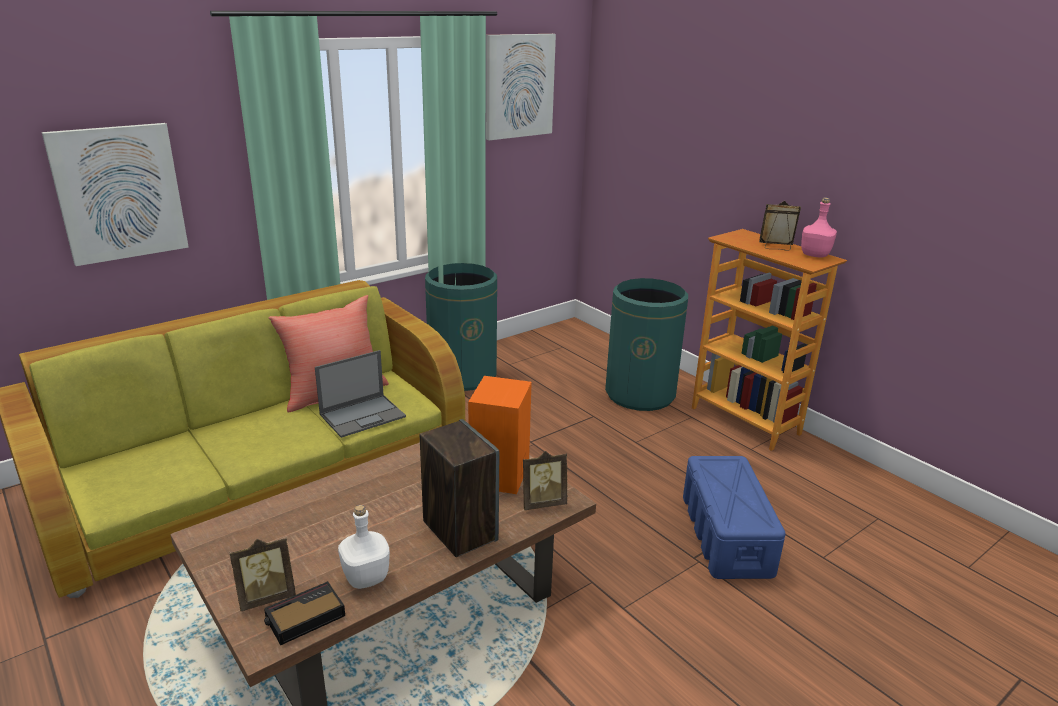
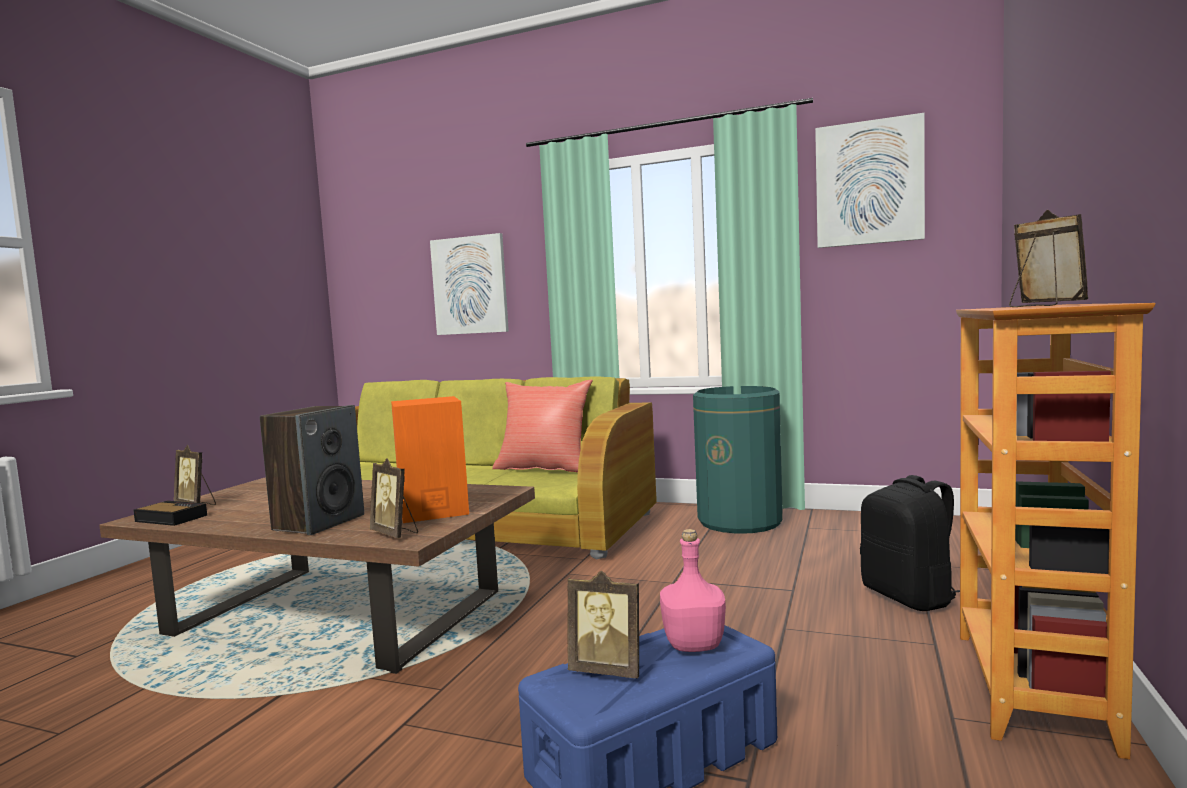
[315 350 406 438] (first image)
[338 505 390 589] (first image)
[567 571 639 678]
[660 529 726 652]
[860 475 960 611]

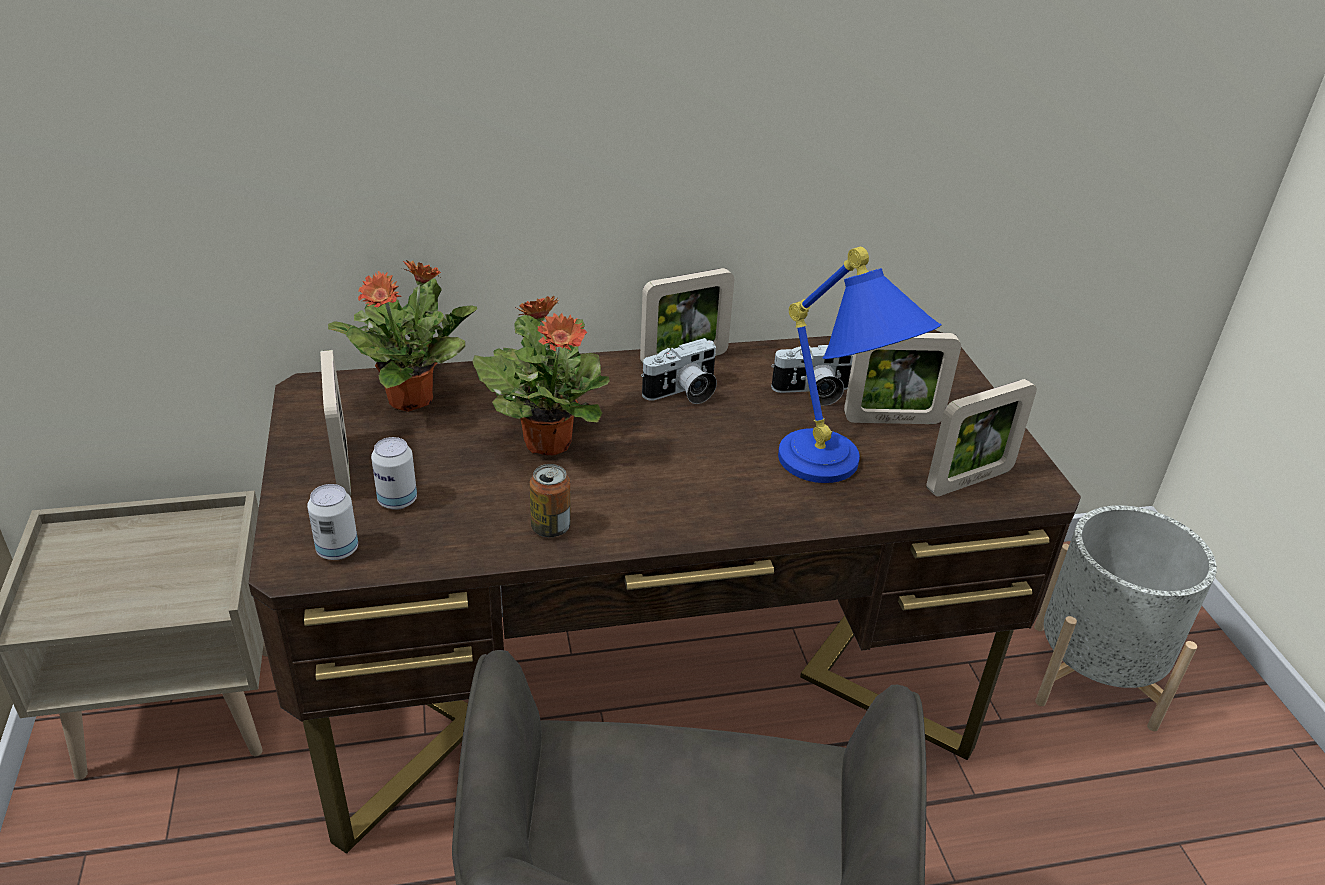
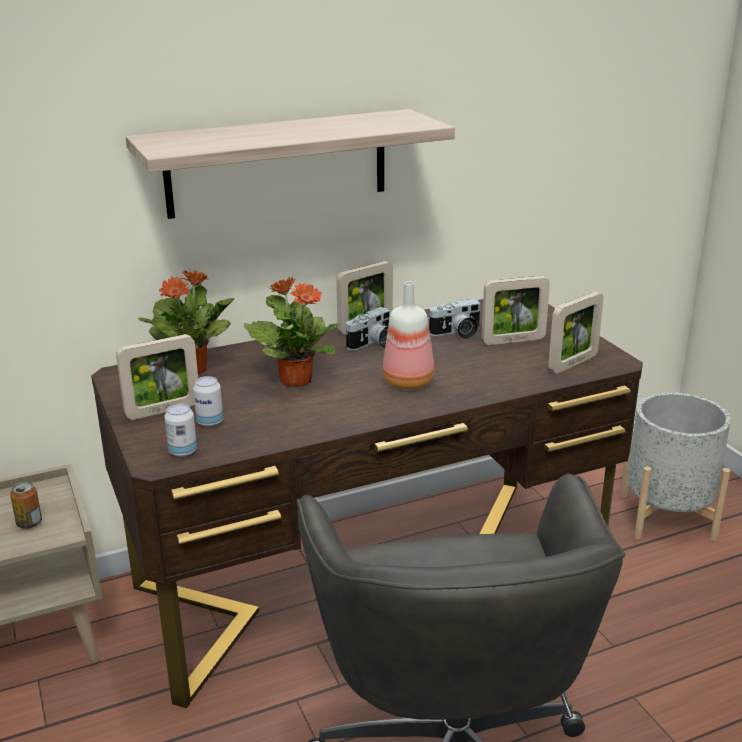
[778 247 942 483] (first image)
[126 109 455 219]
[382 281 435 389]
[10 481 42 529]
[116 334 198 420]

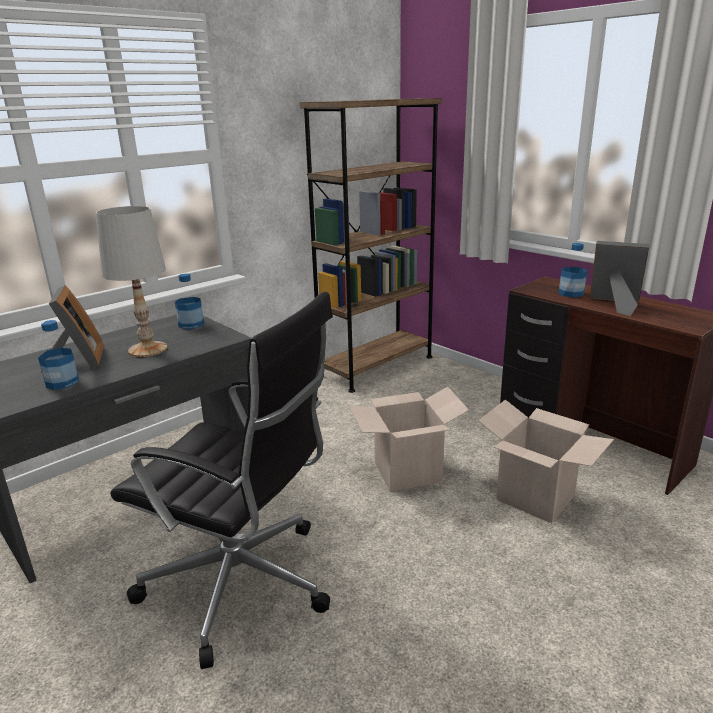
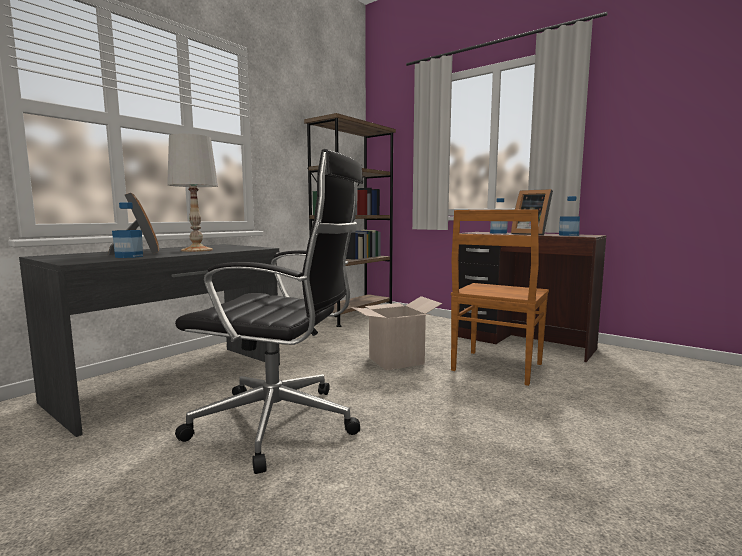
[559 196 580 236]
[451 209 549 386]
[511 189 553 235]

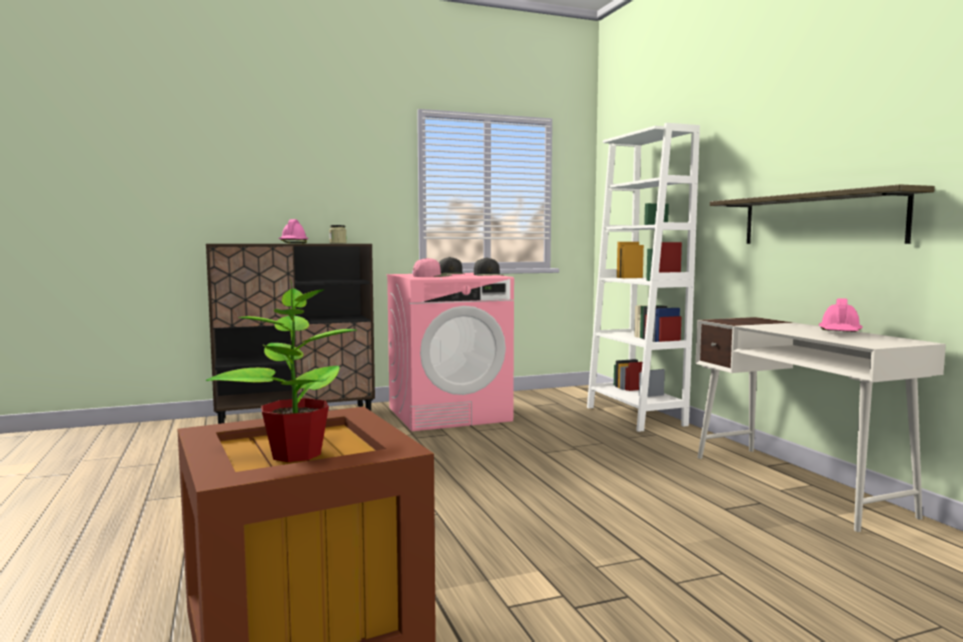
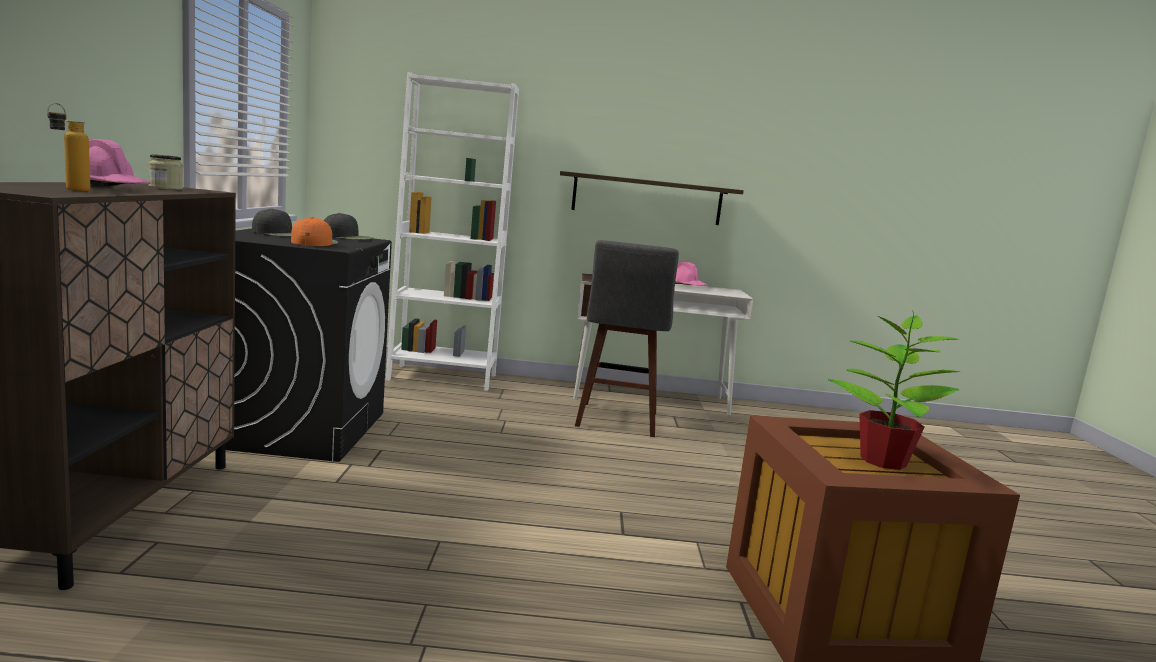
[47 103 90 191]
[575 240 679 437]
[225 228 392 462]
[291 217 338 246]

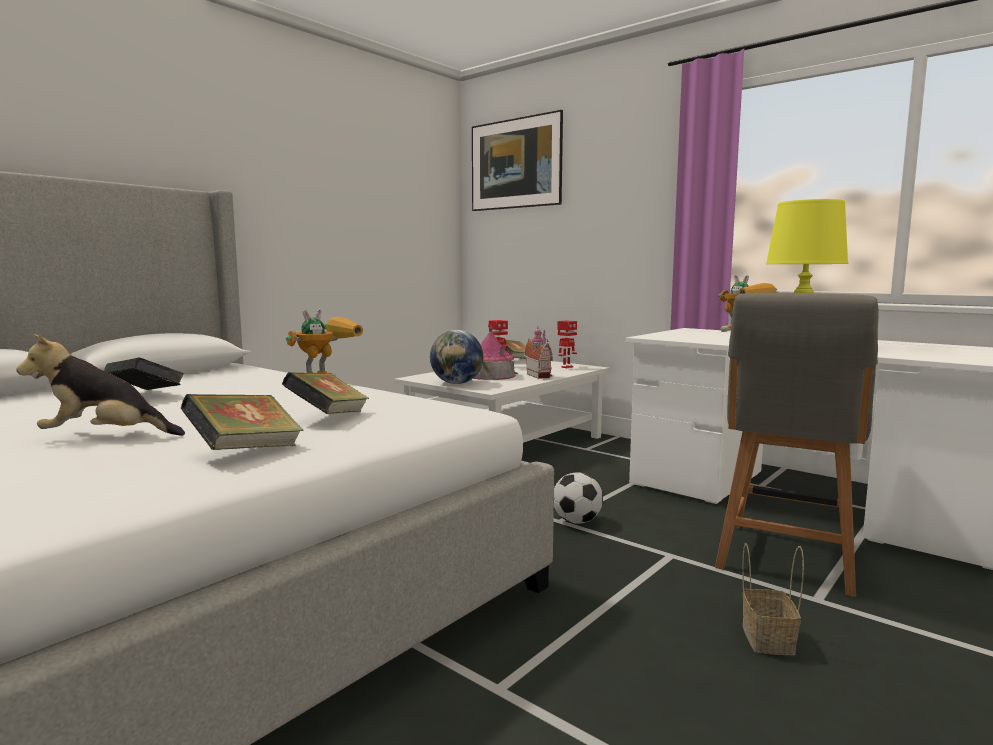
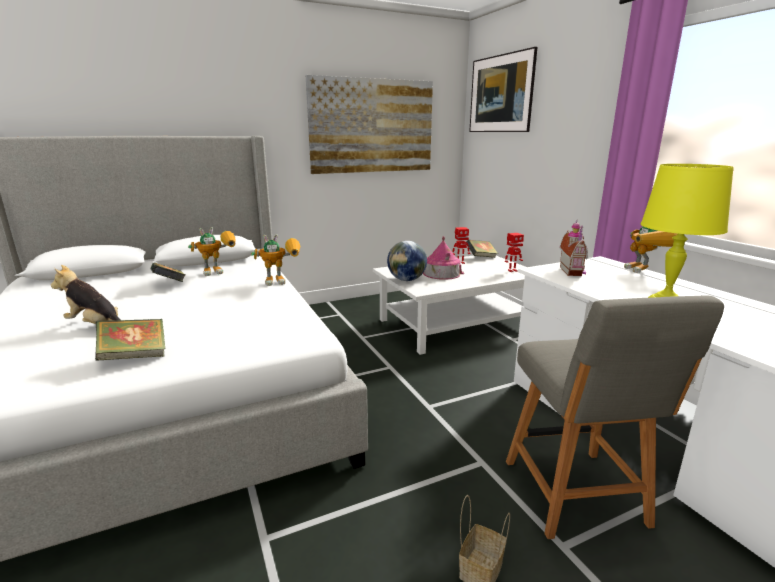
[282 372 369 414] (first image)
[554 472 603 524] (first image)
[188 227 235 276]
[306 75 433 174]
[559 221 588 276]
[506 296 724 539]

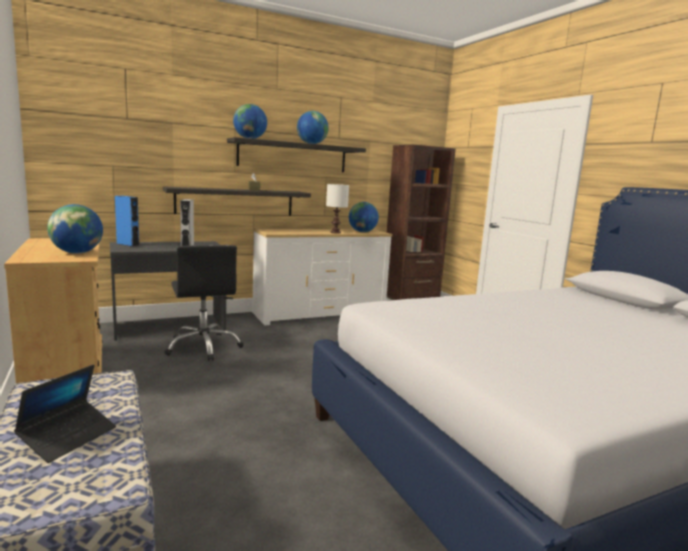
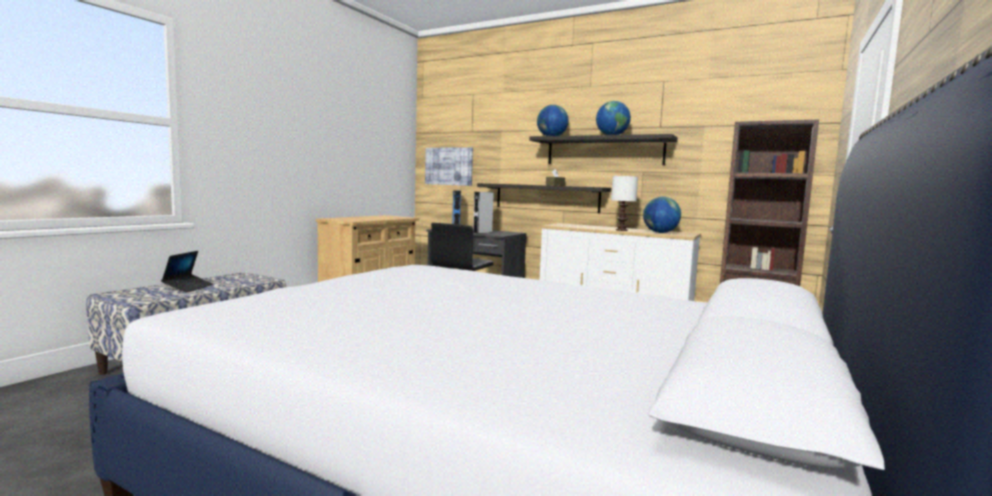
[47 204 103 254] (first image)
[425 147 473 186]
[161 251 213 293]

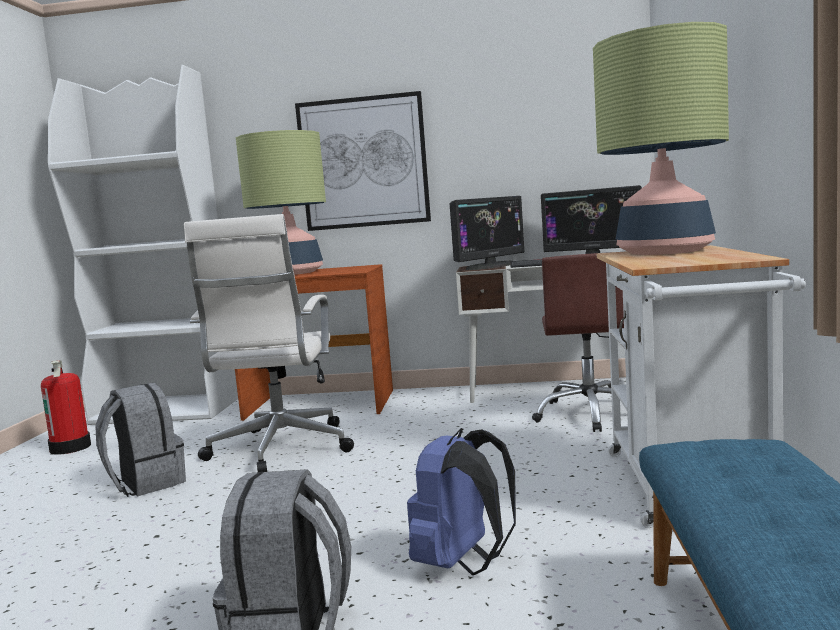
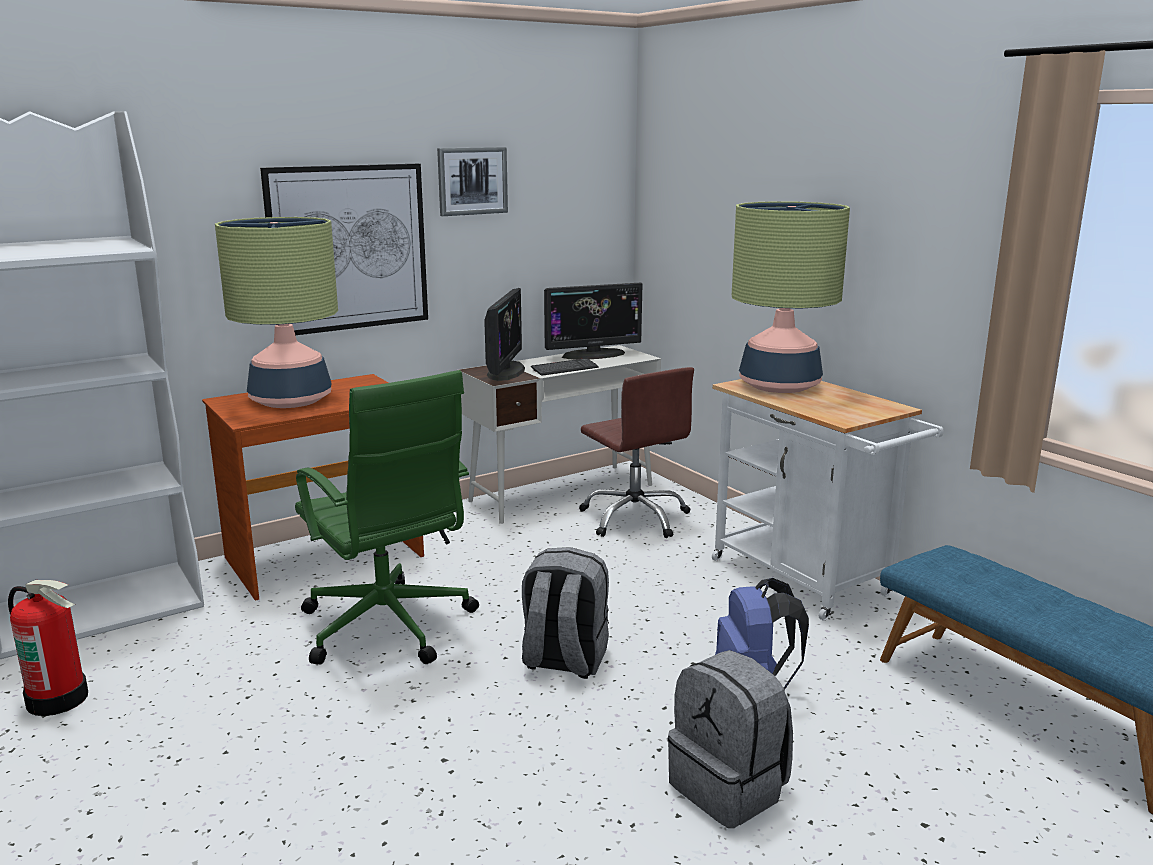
[437 147 508 216]
[522 547 609 679]
[295 370 479 665]

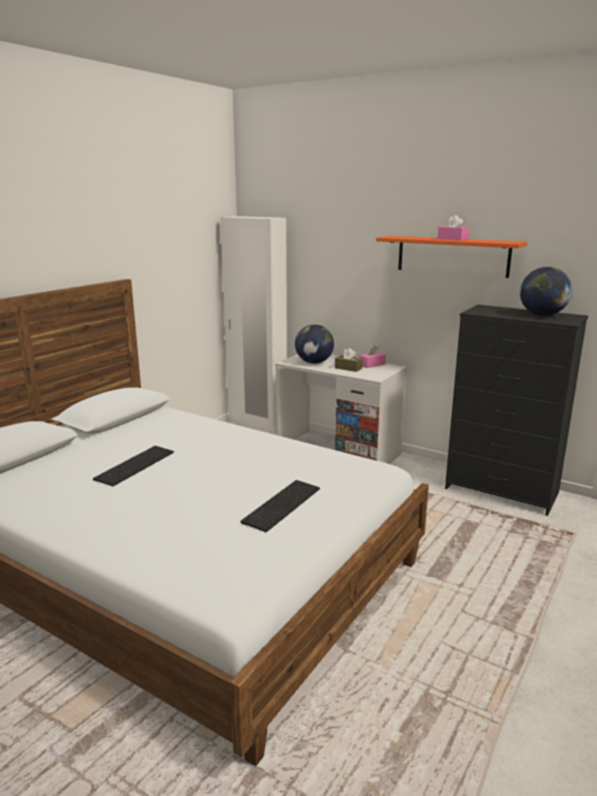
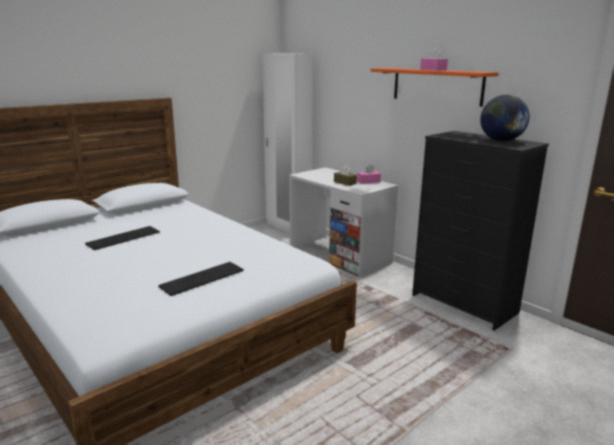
[295 324 334 364] (first image)

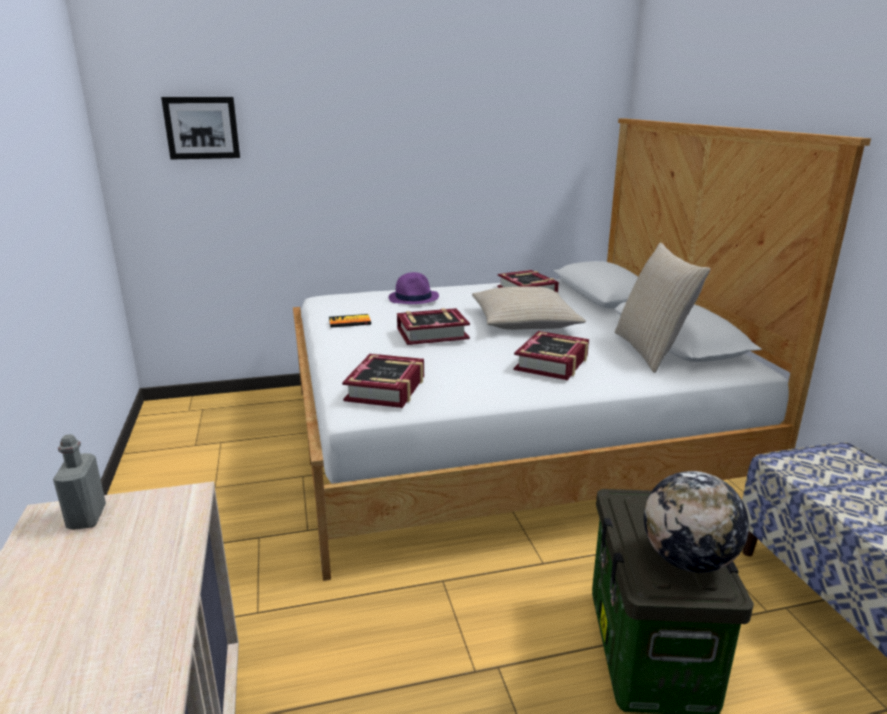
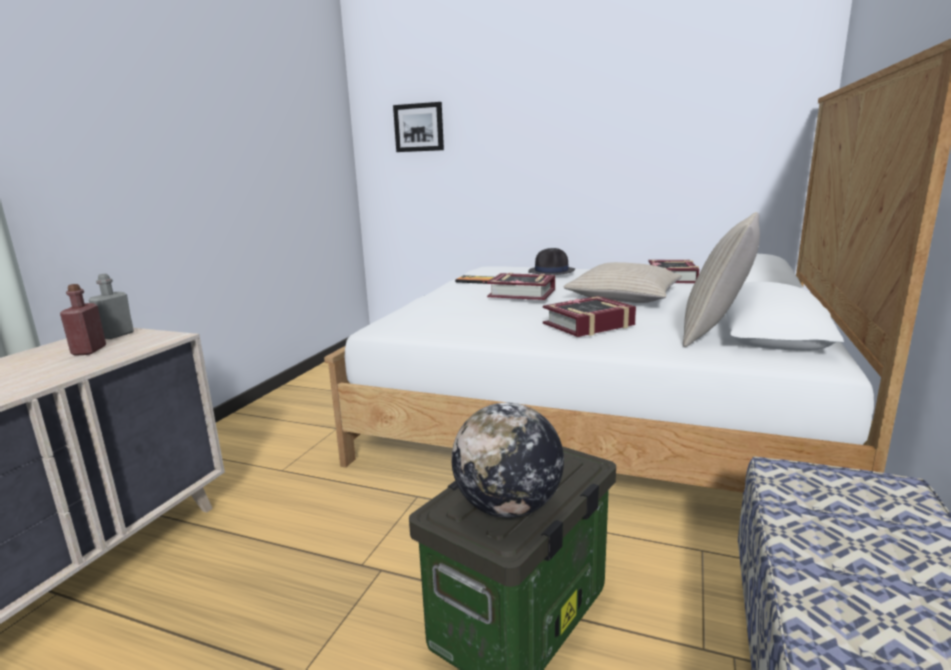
[342 354 424 408] (first image)
[60 284 106 356]
[528 248 575 275]

